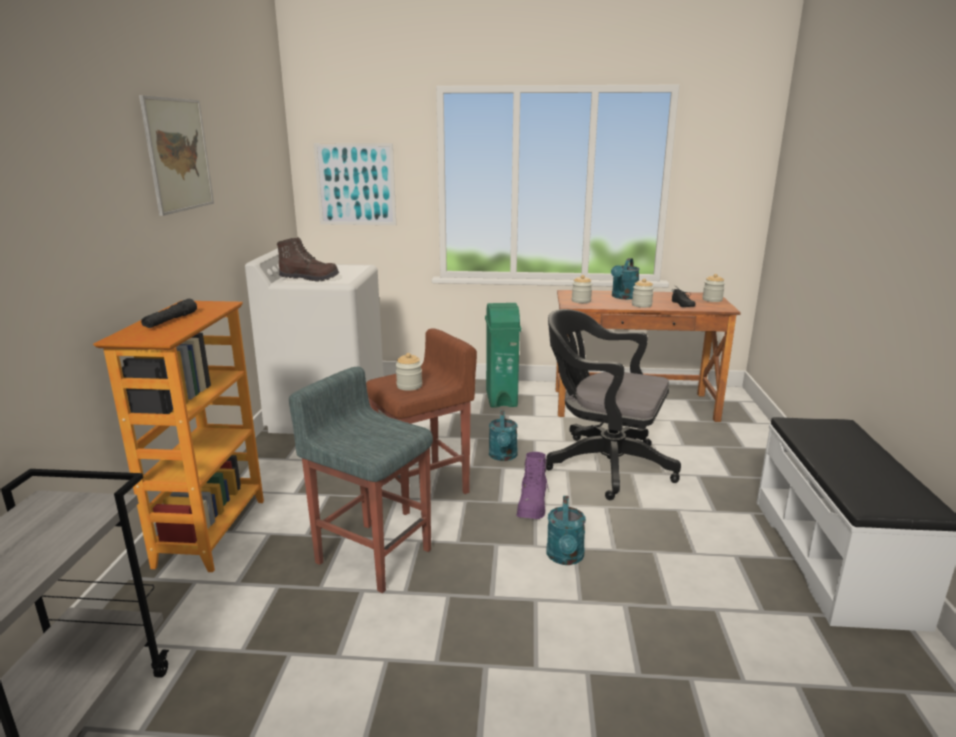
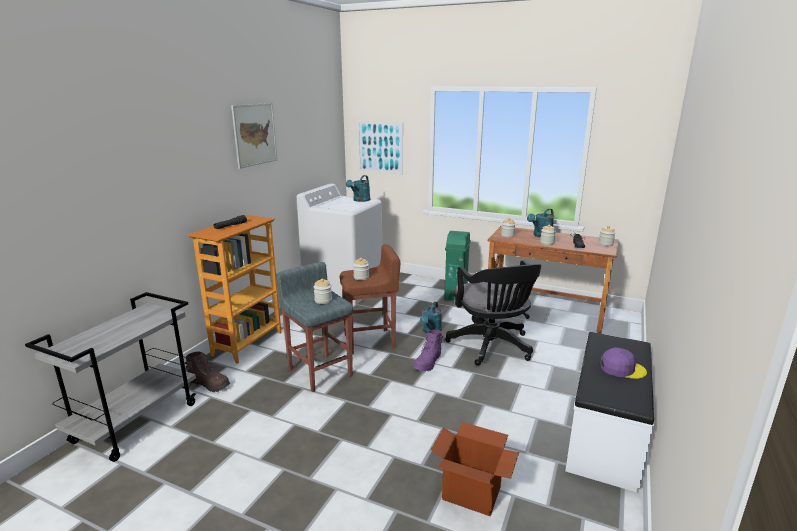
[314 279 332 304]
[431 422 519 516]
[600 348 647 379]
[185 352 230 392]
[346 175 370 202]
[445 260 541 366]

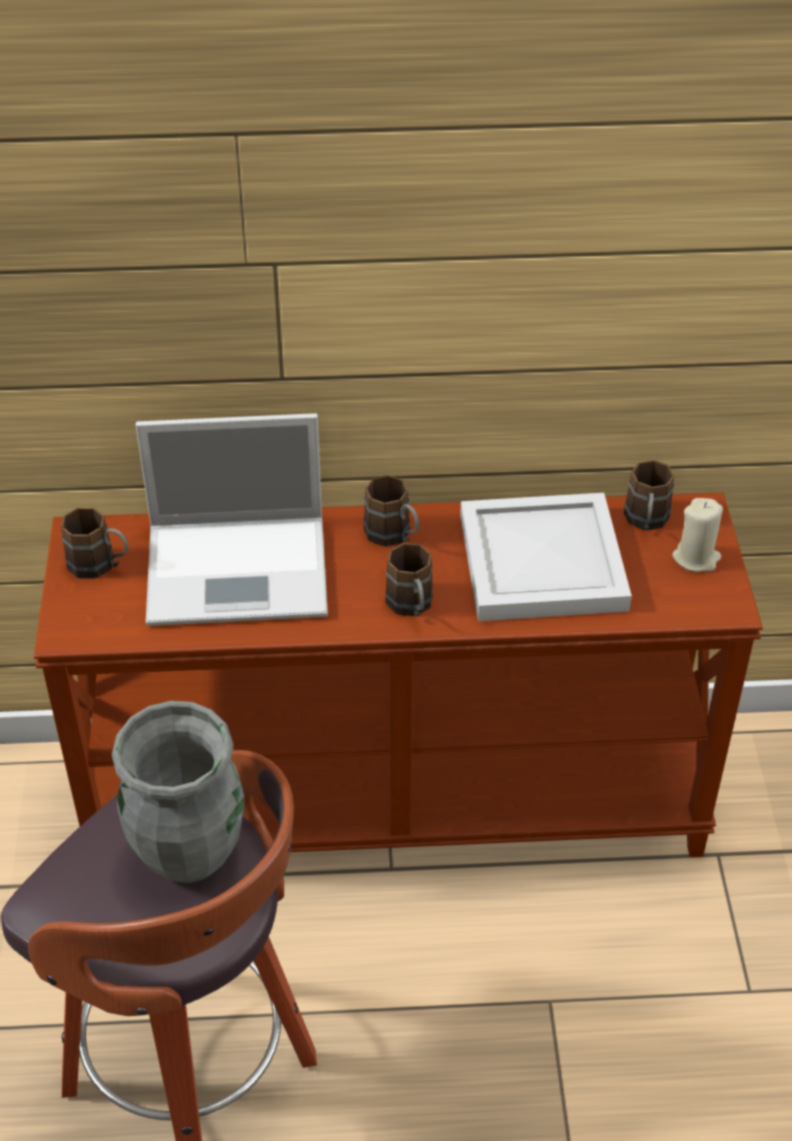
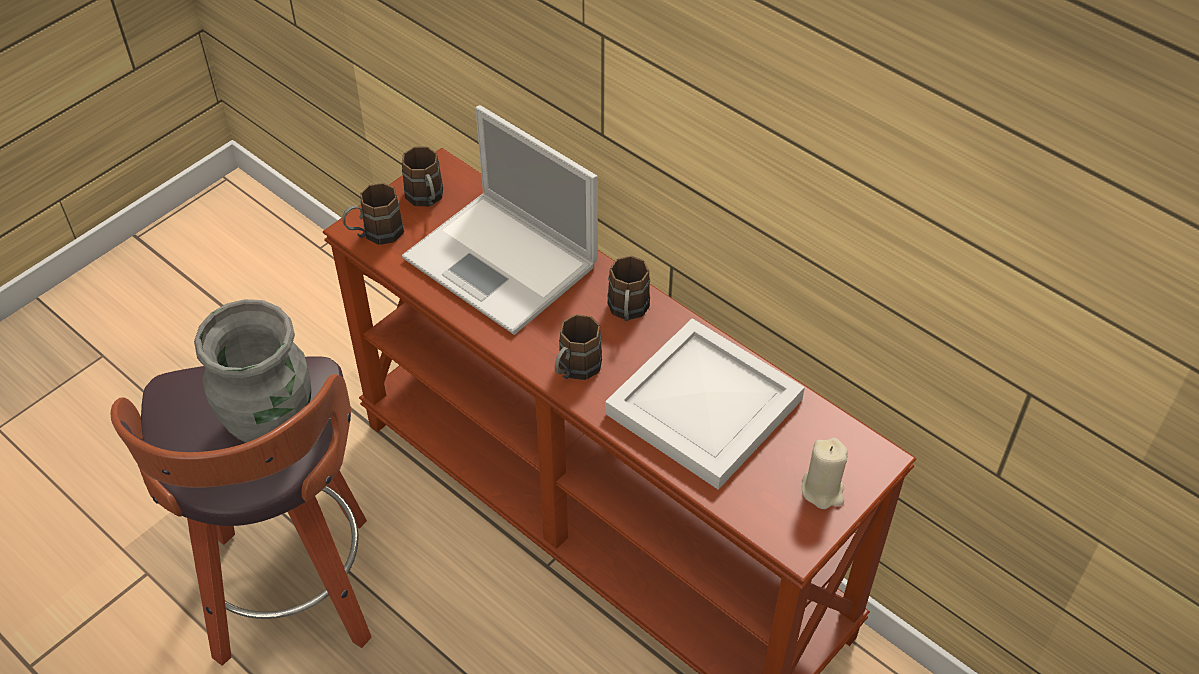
[342 183 404 245]

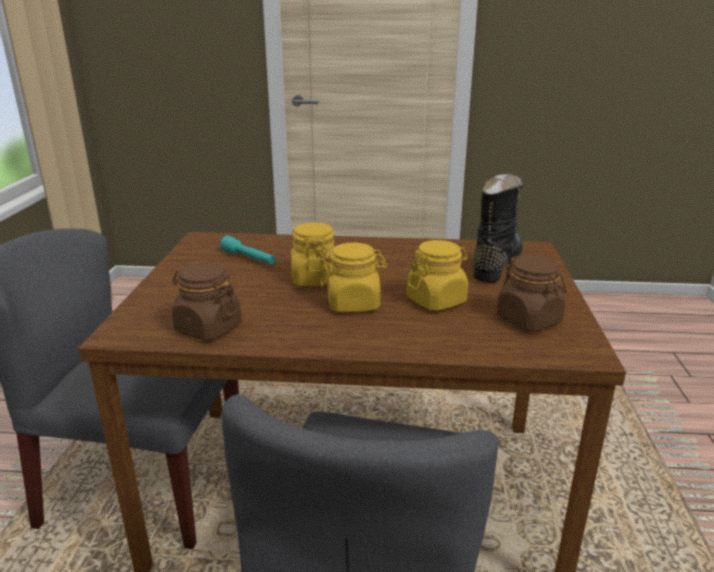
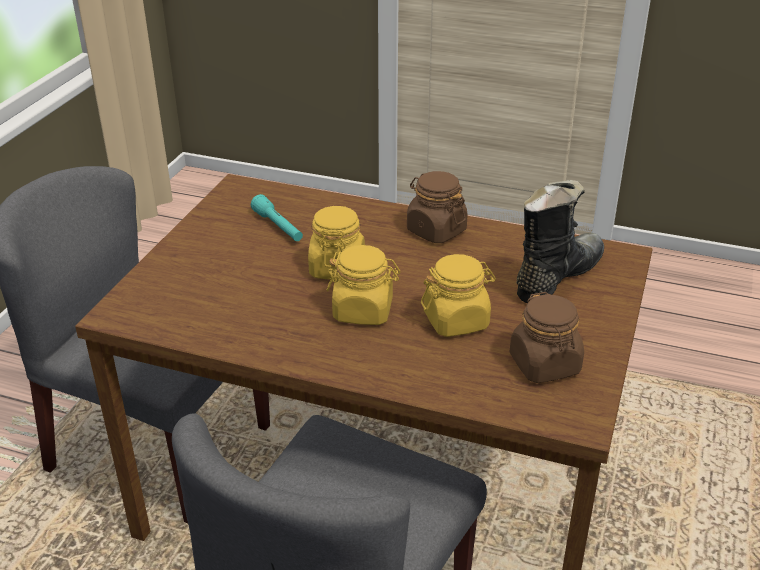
[407 171 468 243]

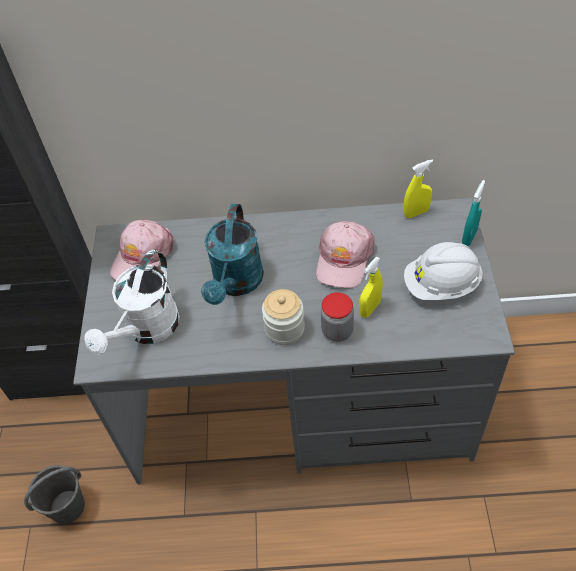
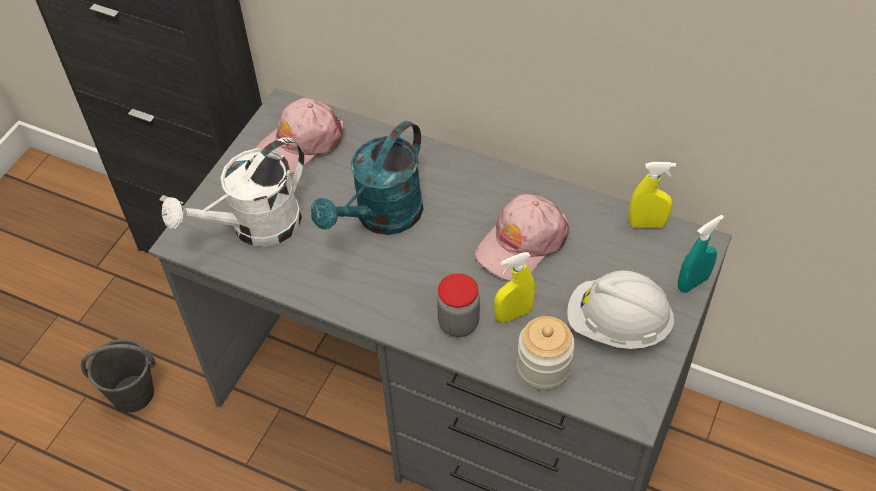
[517 316 575 390]

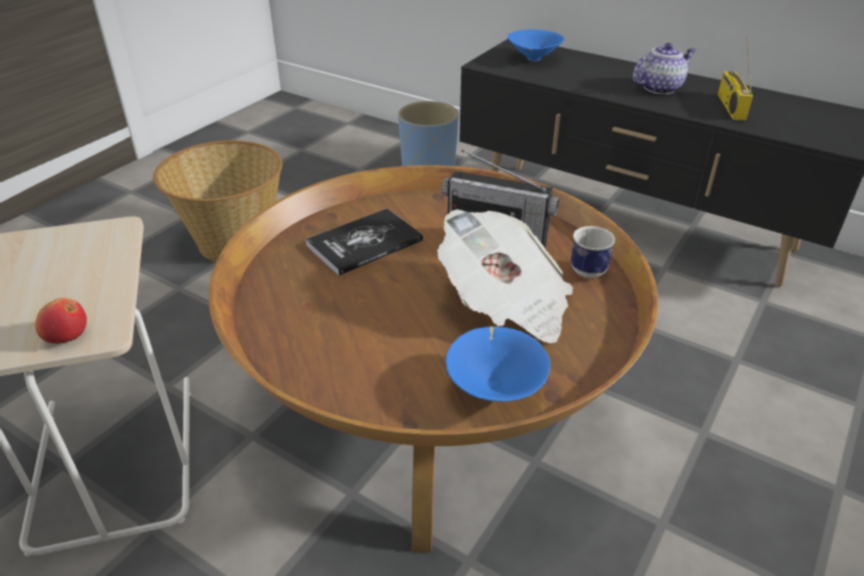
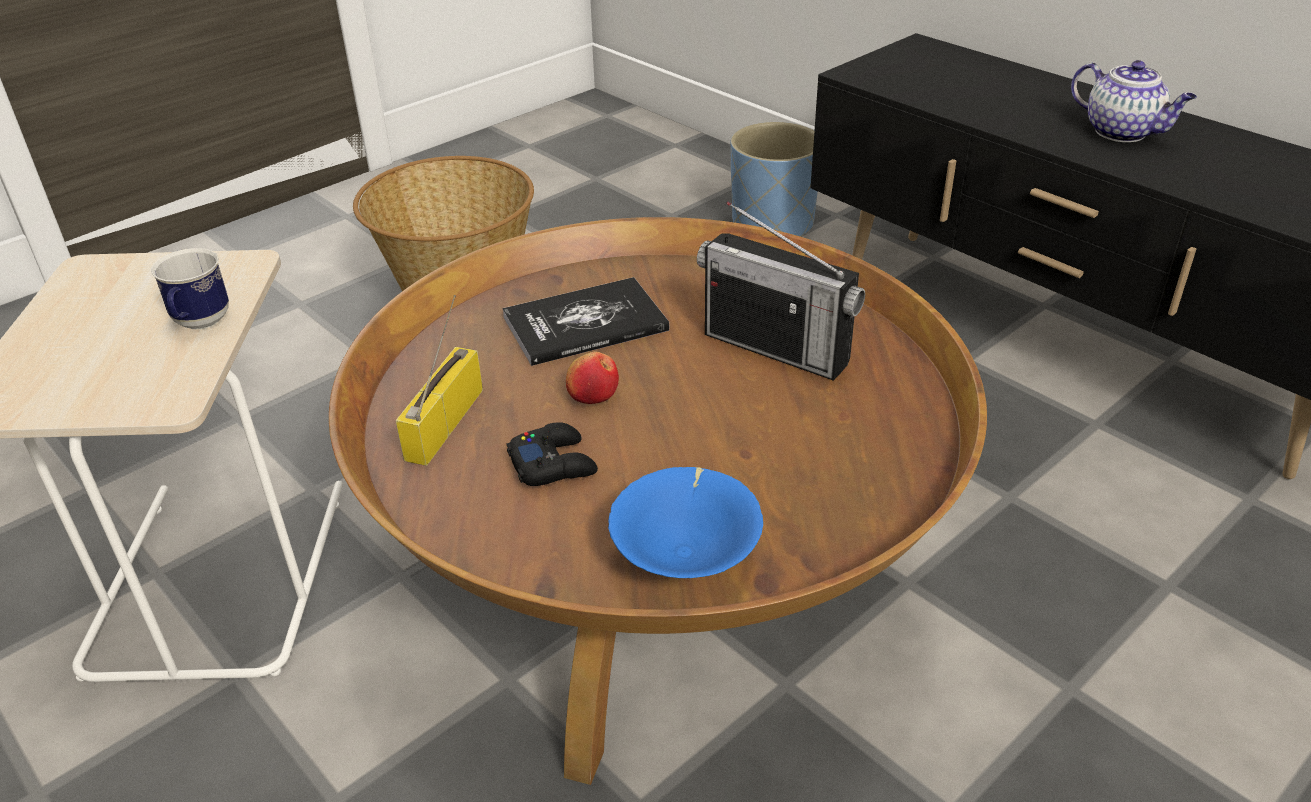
[437 209 573 343] (first image)
[508 29 565 61] (first image)
[506 422 598 486]
[566 351 619 404]
[151 248 229 329]
[396 295 483 466]
[1071 60 1197 142]

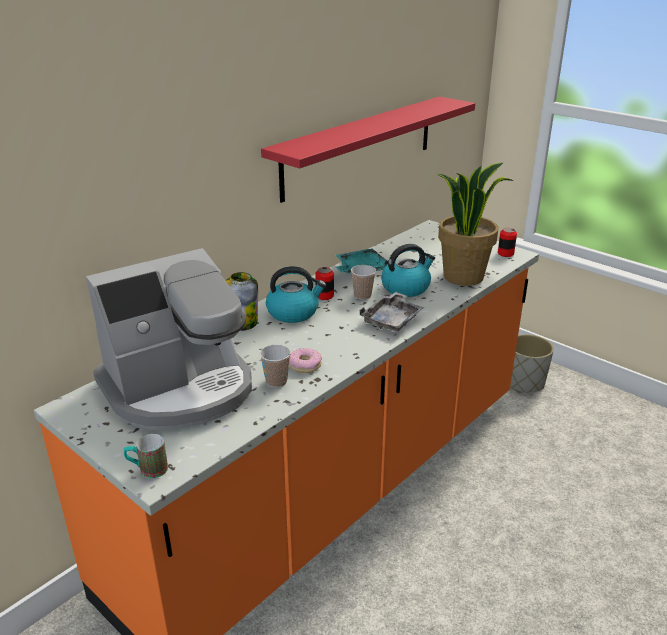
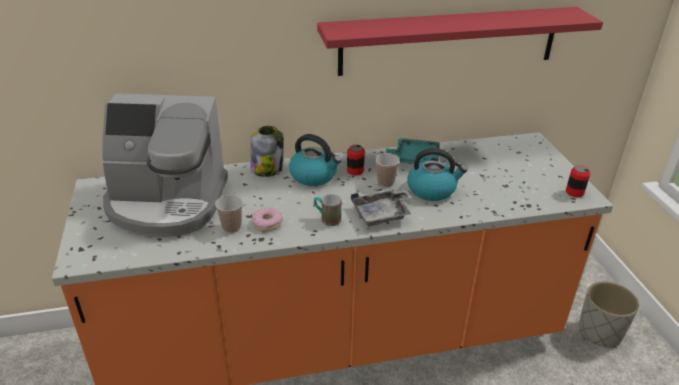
[437 162 514 286] (first image)
[314 194 341 226]

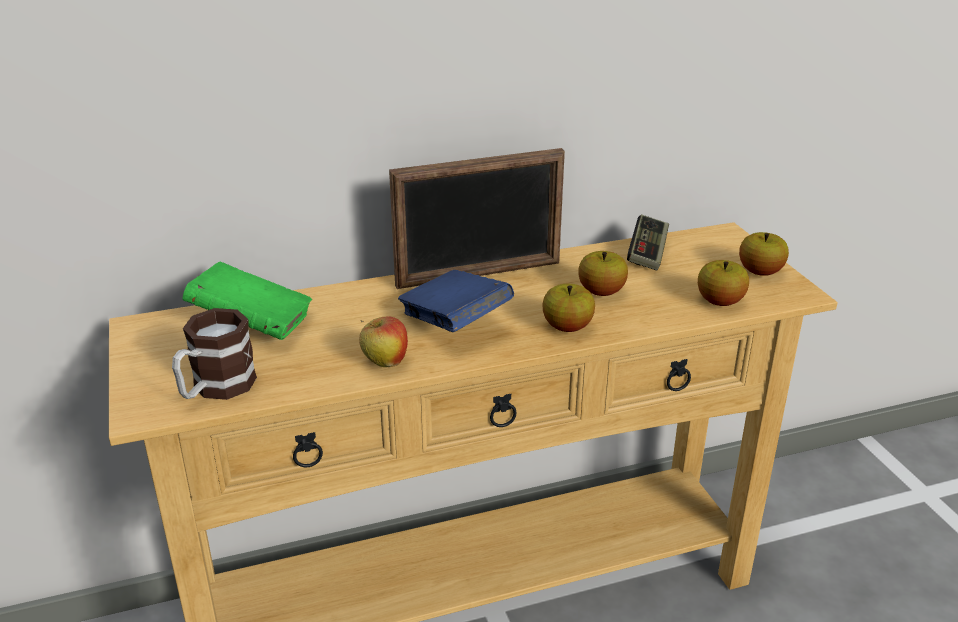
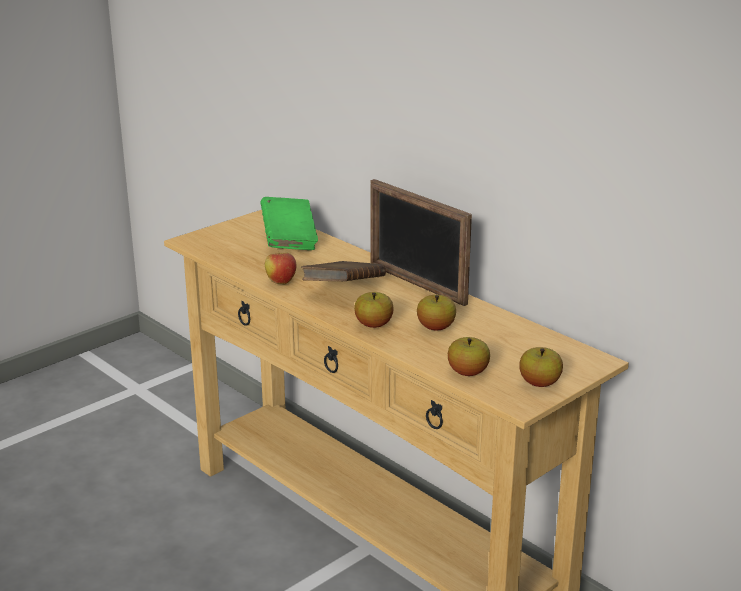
[172 308 257 400] (first image)
[627 215 669 270] (first image)
[301 261 386 281]

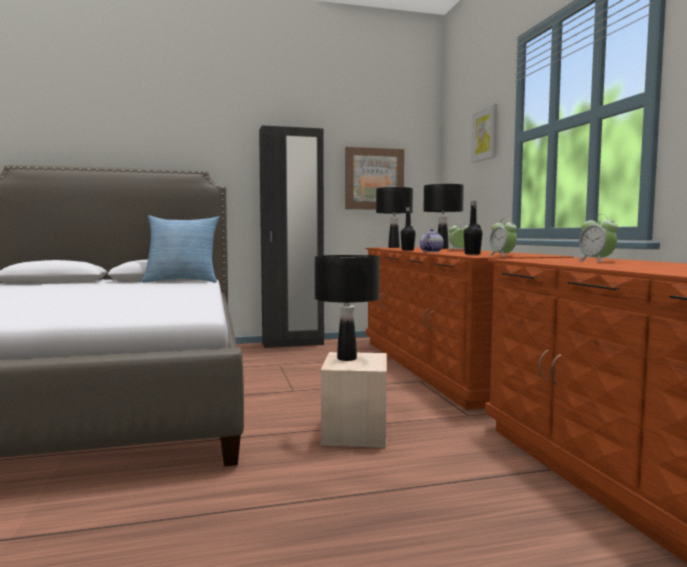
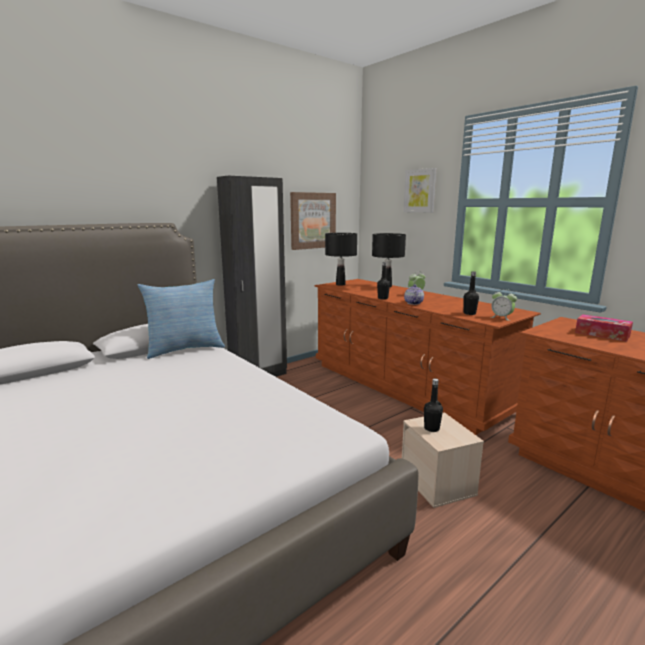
[424 379 443 432]
[575 314 633 342]

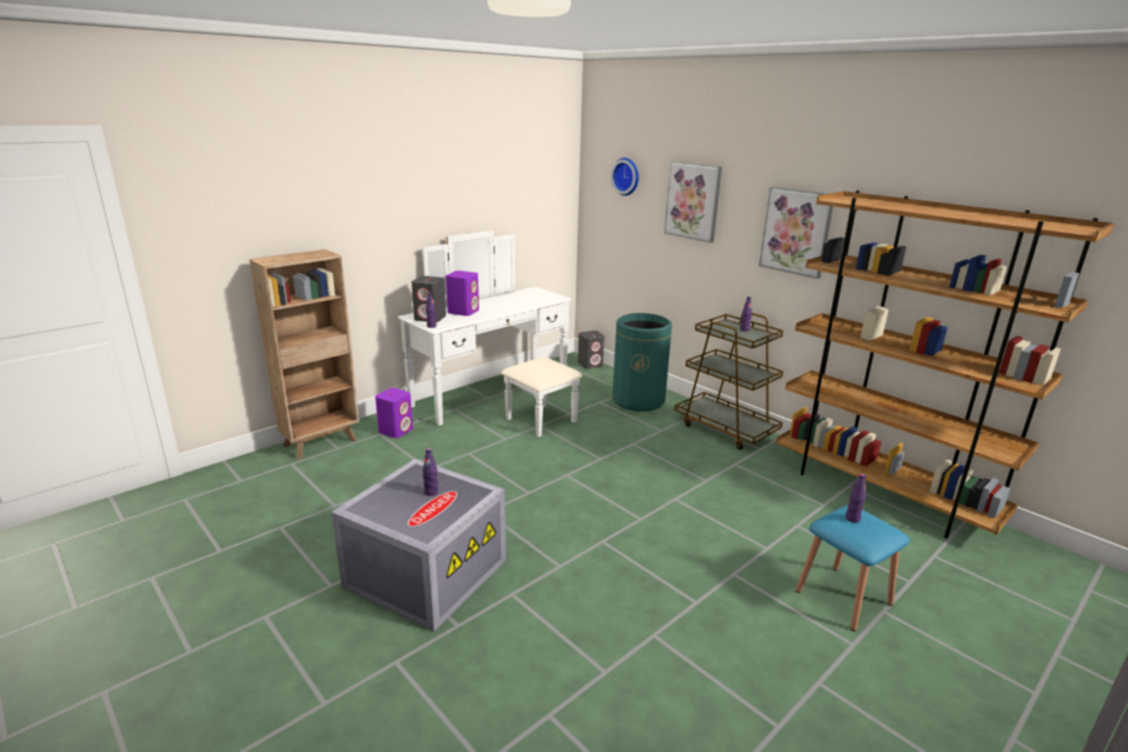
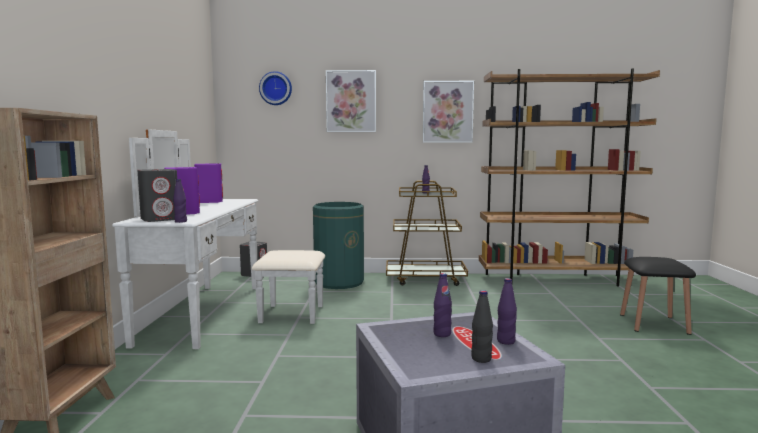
[471 290 493 363]
[194 164 223 203]
[497 278 517 345]
[620 257 696 335]

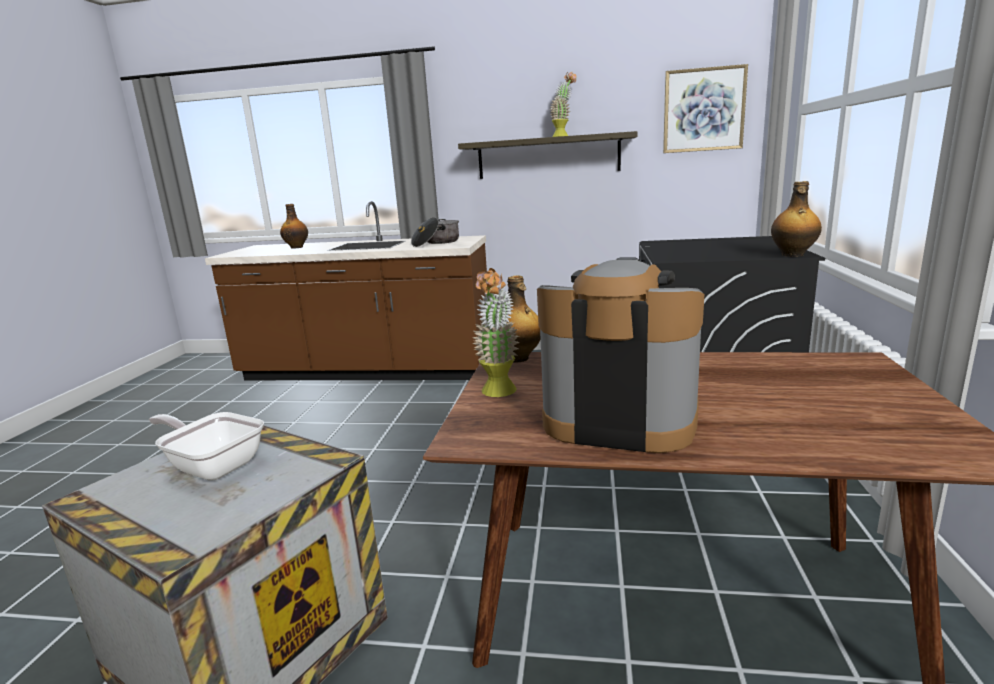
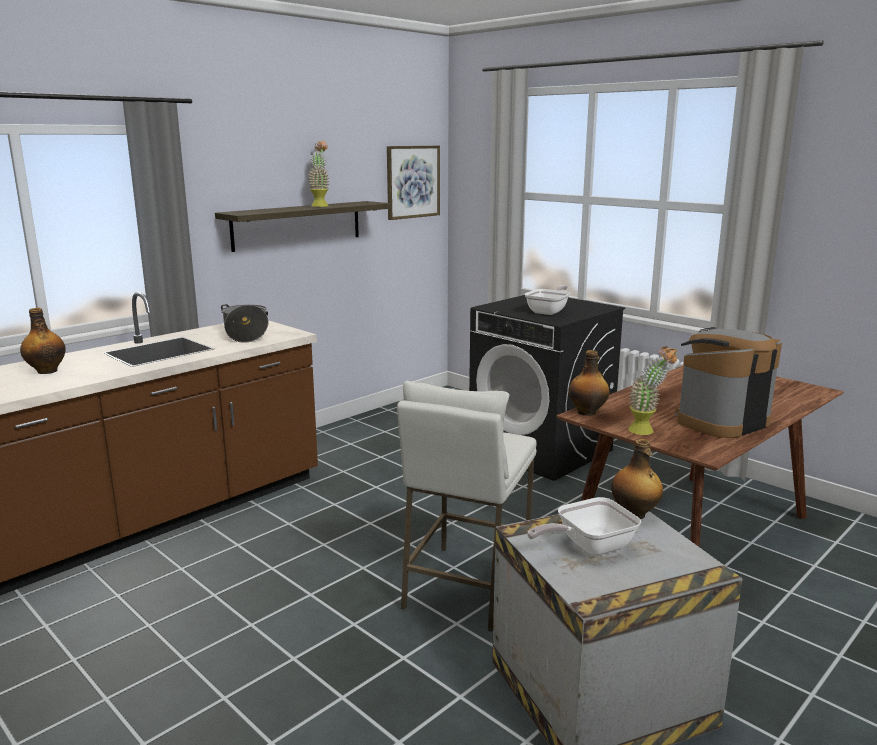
[397 381 537 632]
[525 285 570 315]
[611 439 663 519]

